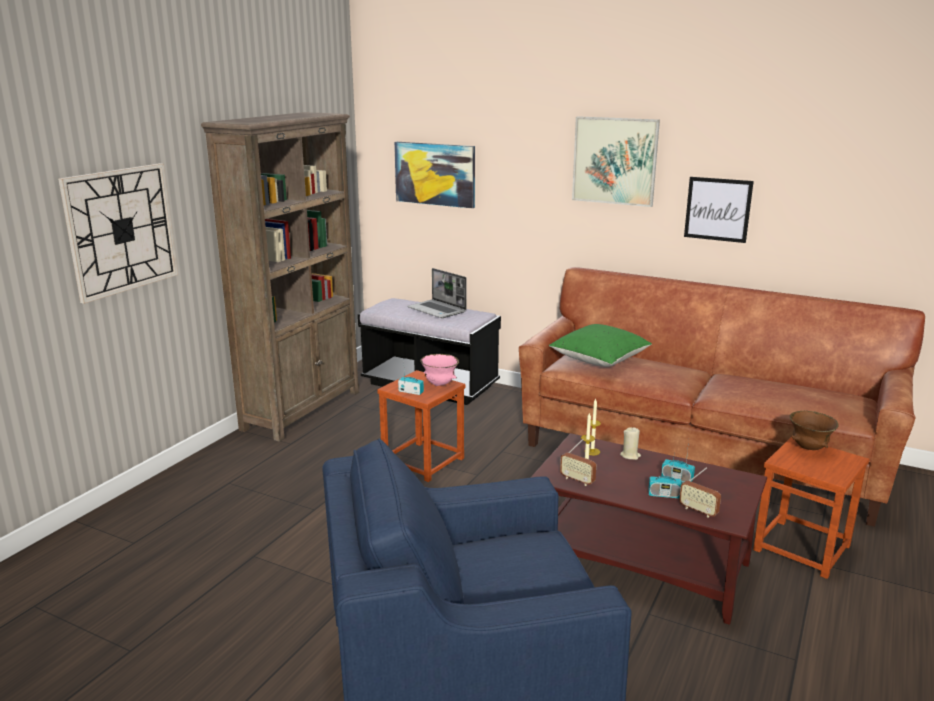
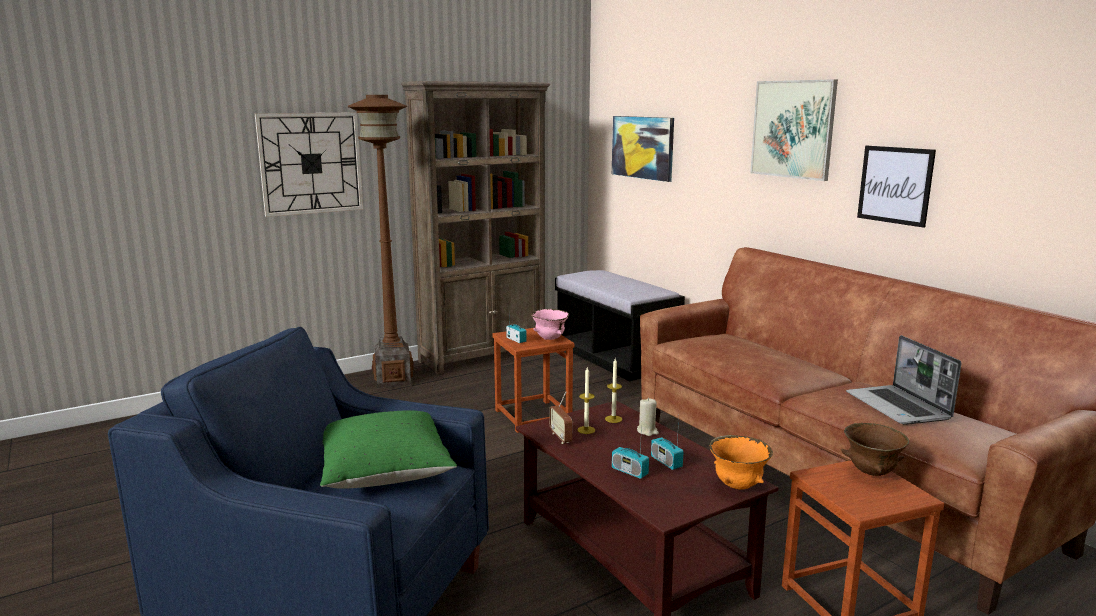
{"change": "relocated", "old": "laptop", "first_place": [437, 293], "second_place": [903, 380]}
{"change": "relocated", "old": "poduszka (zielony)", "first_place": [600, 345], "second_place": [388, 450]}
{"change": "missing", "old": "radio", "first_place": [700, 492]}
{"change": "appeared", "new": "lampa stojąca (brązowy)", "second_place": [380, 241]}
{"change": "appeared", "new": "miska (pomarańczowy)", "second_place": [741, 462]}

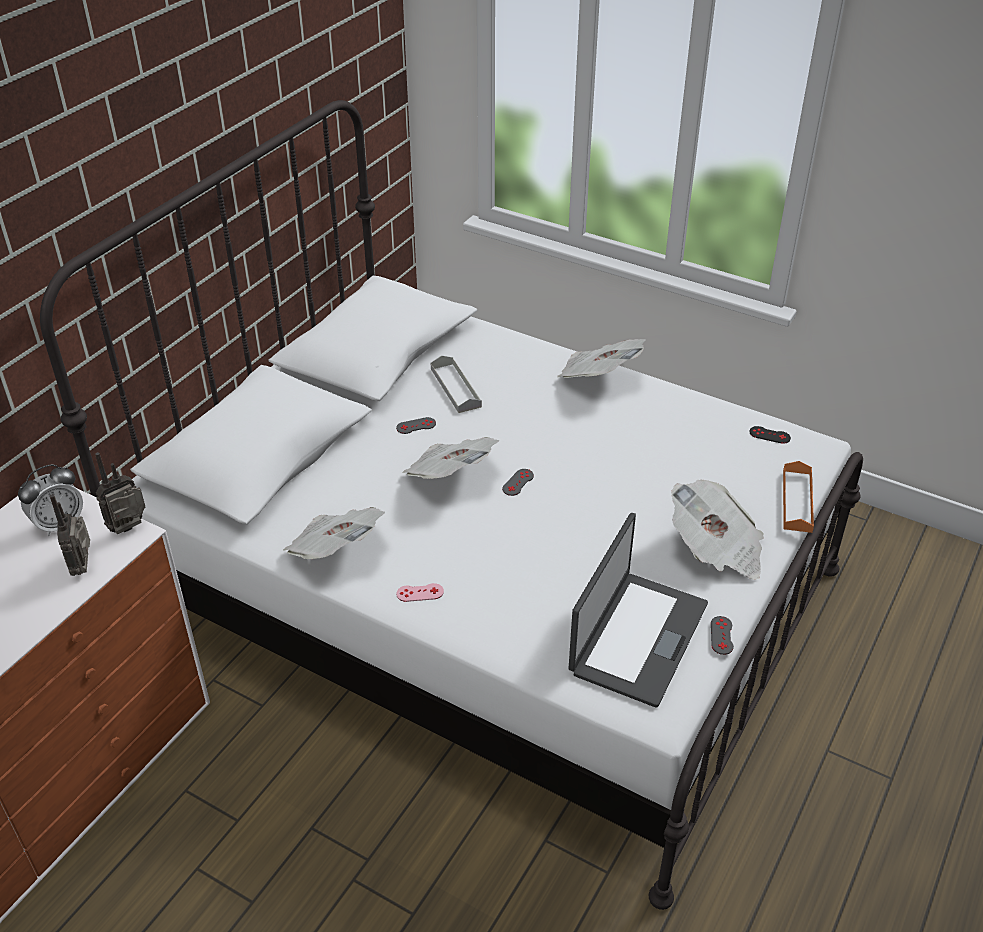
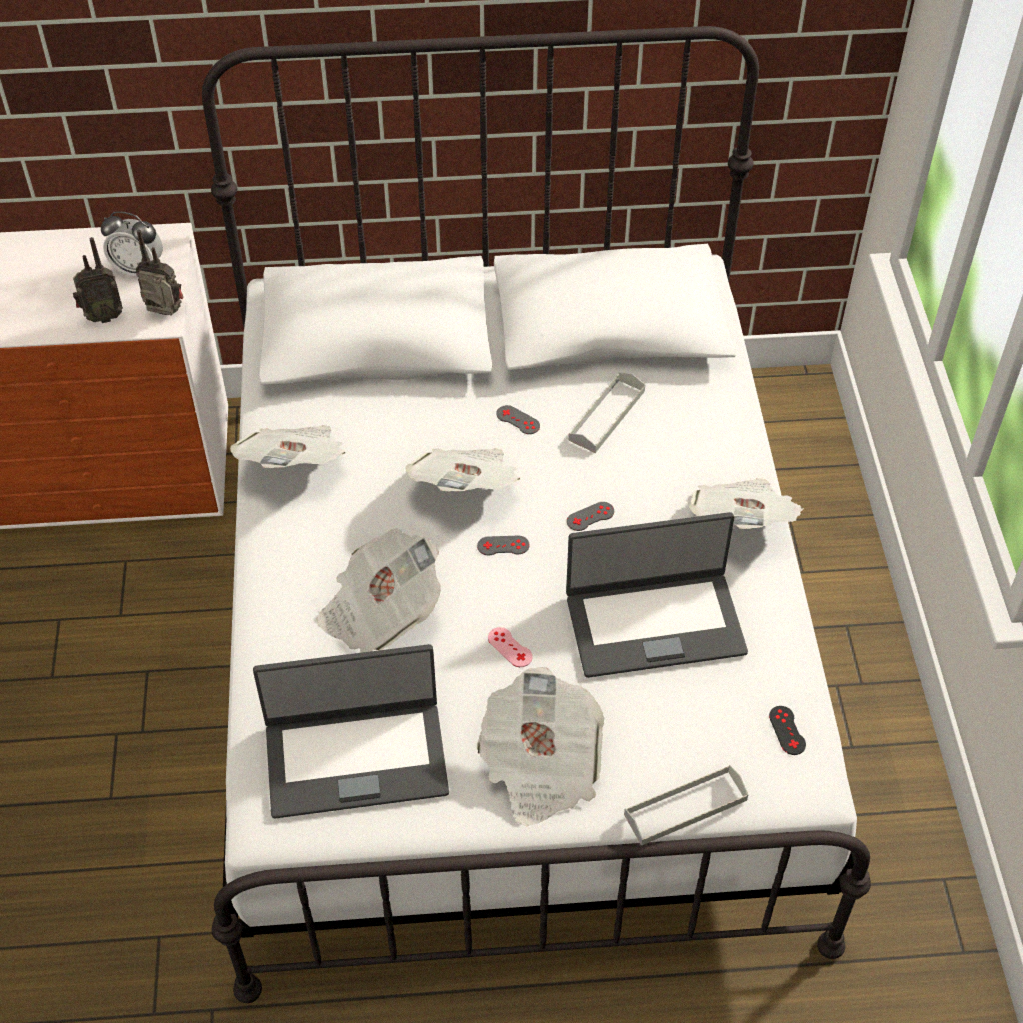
{"change": "colour", "old": "taca (pomarańczowy)", "new": "taca (szary)", "first_place": [798, 497], "second_place": [686, 805]}
{"change": "spun", "old": "radio", "first_place": [70, 535], "second_place": [98, 280], "degrees": -150}
{"change": "relocated", "old": "pad do gier (różowy)", "first_place": [420, 592], "second_place": [510, 647]}
{"change": "relocated", "old": "pad do gier (szary)", "first_place": [722, 635], "second_place": [590, 516]}
{"change": "appeared", "new": "laptop", "second_place": [657, 595]}
{"change": "appeared", "new": "gazeta", "second_place": [379, 590]}

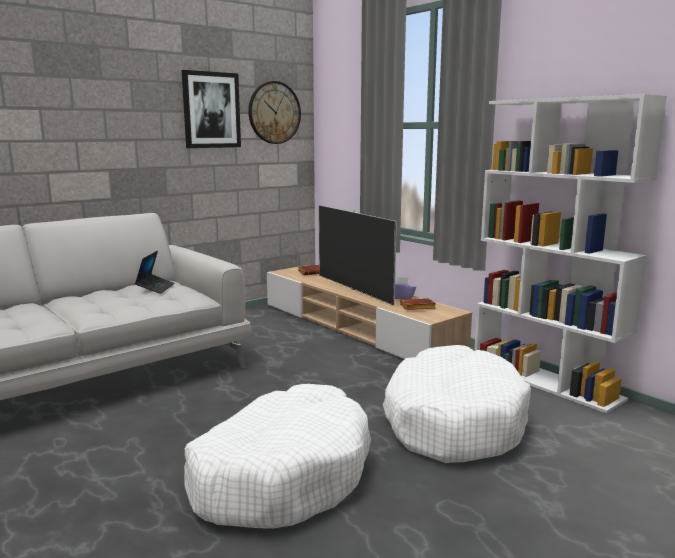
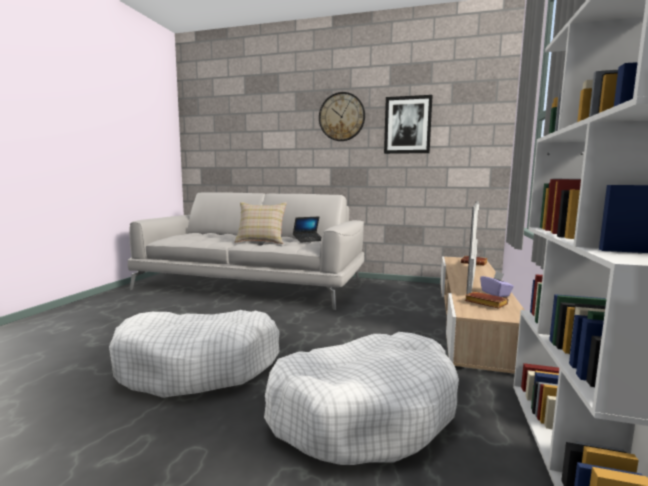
{"change": "relocated", "old": "zegar ścienny", "first_place": [274, 112], "second_place": [342, 116]}
{"change": "appeared", "new": "poduszka (beżowy)", "second_place": [261, 223]}

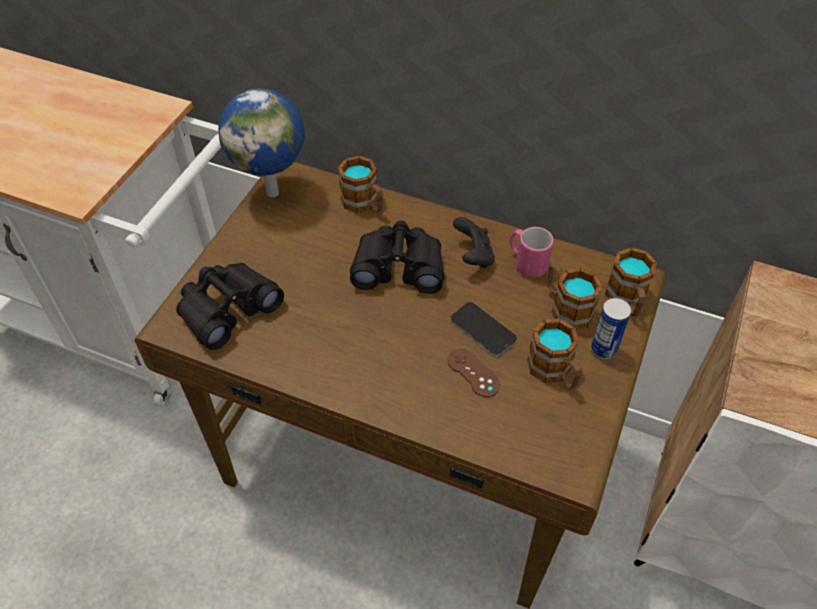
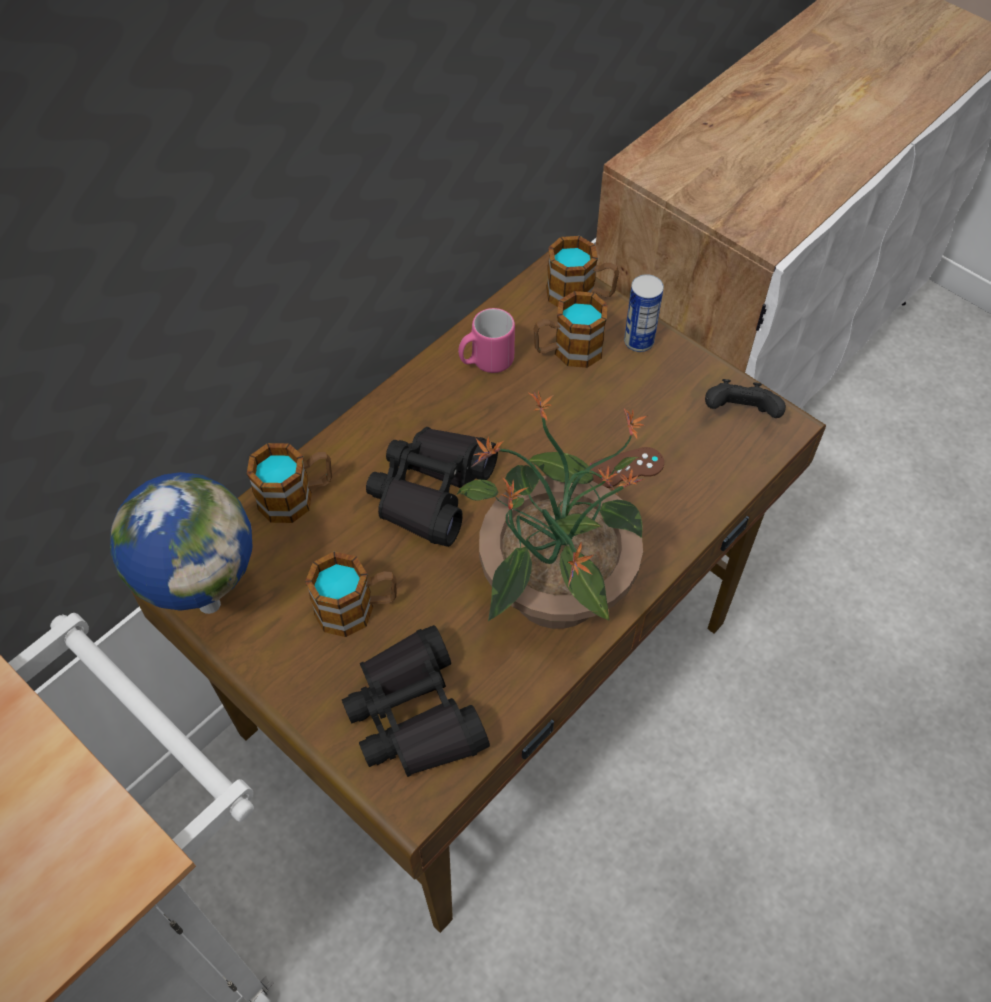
{"change": "relocated", "old": "pad do gier (czarny)", "first_place": [474, 242], "second_place": [745, 398]}
{"change": "missing", "old": "telefon", "first_place": [483, 329]}
{"change": "relocated", "old": "kubek", "first_place": [554, 354], "second_place": [351, 594]}
{"change": "appeared", "new": "roślina doniczkowa", "second_place": [552, 510]}

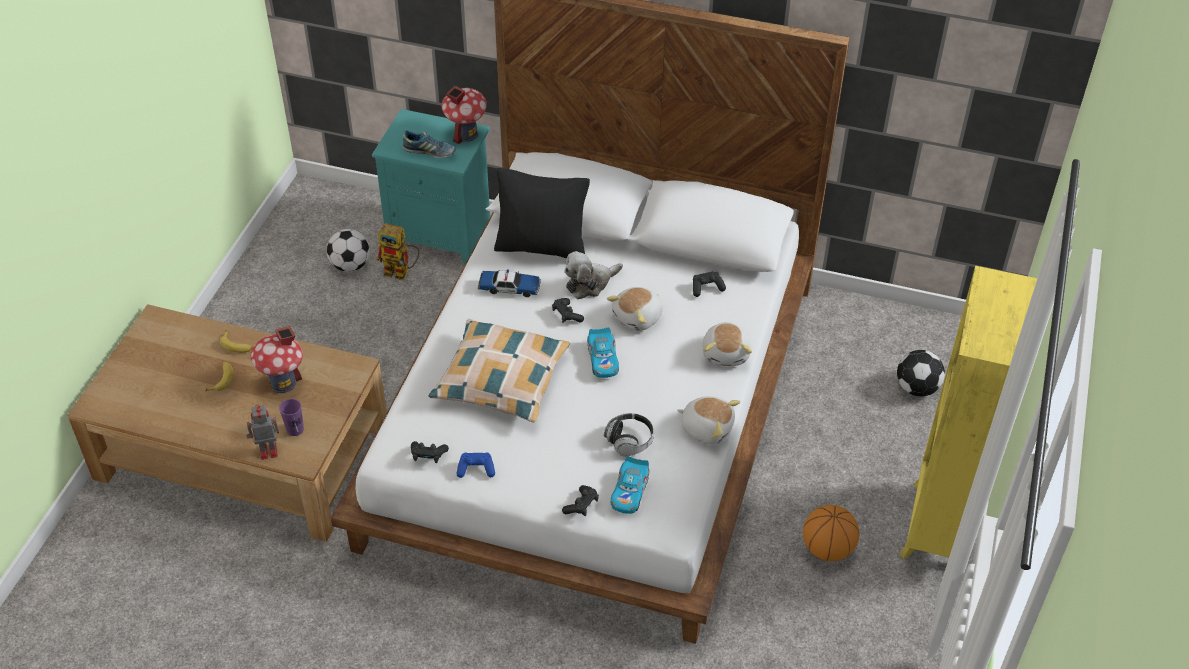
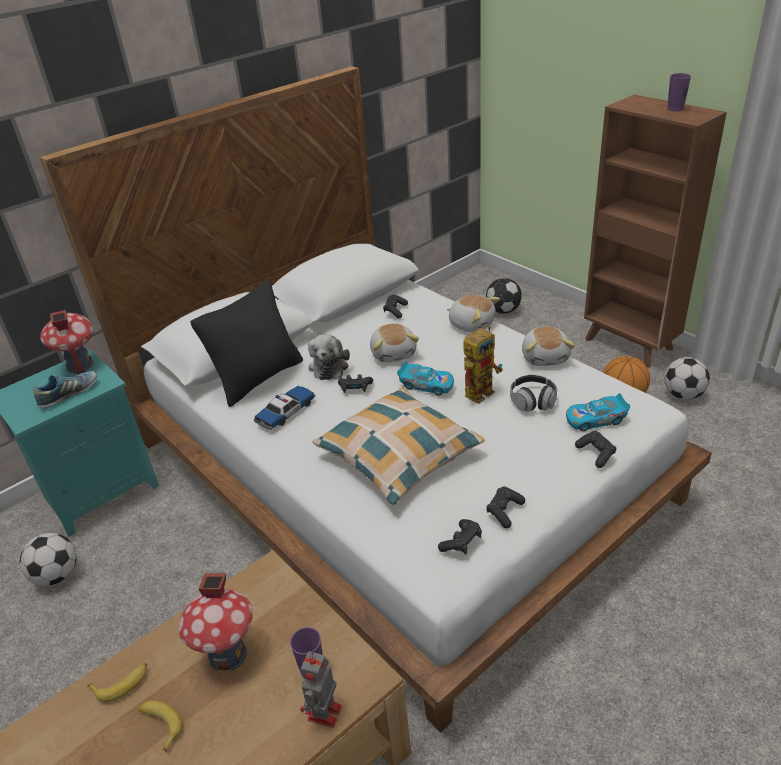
{"change": "relocated", "old": "robot zabawkowy", "first_place": [397, 251], "second_place": [483, 364]}
{"change": "colour", "old": "regał (żółty)", "new": "regał (brązowy)", "first_place": [968, 412], "second_place": [655, 231]}
{"change": "spun", "old": "pluszak", "first_place": [708, 420], "second_place": [548, 346], "degrees": 120}
{"change": "colour", "old": "pad do gier (niebieski)", "new": "pad do gier (czarny)", "first_place": [475, 465], "second_place": [505, 507]}
{"change": "spun", "old": "samochodzik", "first_place": [630, 485], "second_place": [598, 412], "degrees": 120}
{"change": "appeared", "new": "filiżanka (fioletowy)", "second_place": [679, 92]}
{"change": "appeared", "new": "piłka futbolowa", "second_place": [687, 378]}

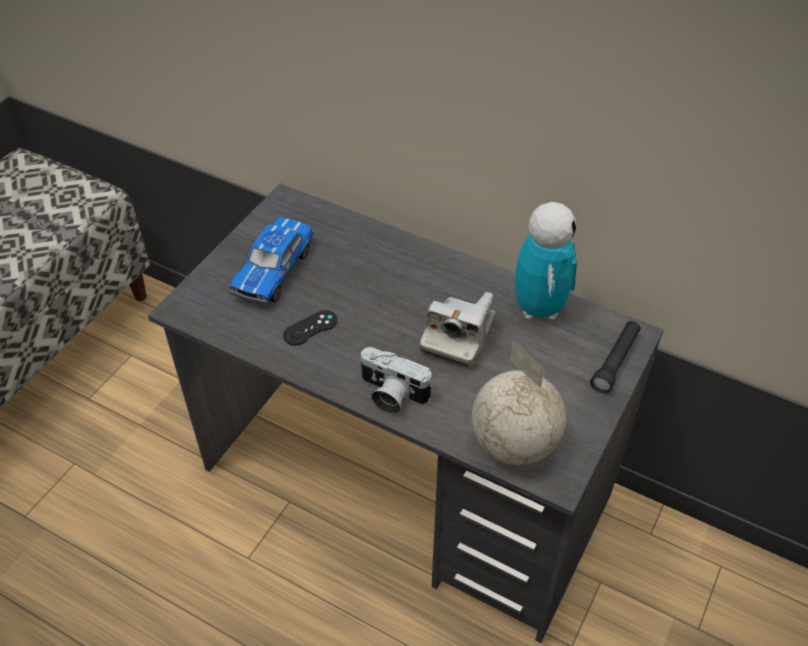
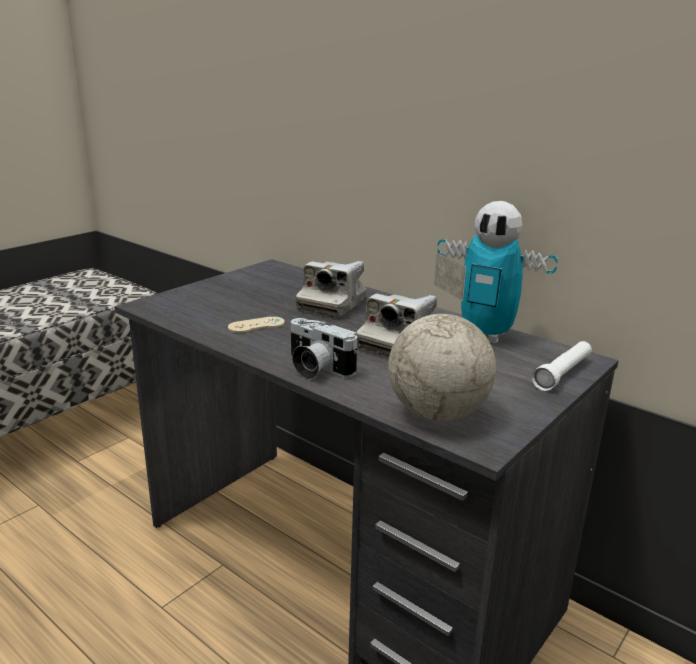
{"change": "spun", "old": "robot zabawkowy", "first_place": [546, 261], "second_place": [498, 272], "degrees": 105}
{"change": "missing", "old": "samochodzik", "first_place": [271, 260]}
{"change": "colour", "old": "pad do gier (czarny)", "new": "pad do gier (beżowy)", "first_place": [310, 327], "second_place": [256, 324]}
{"change": "colour", "old": "latarka (czarny)", "new": "latarka (biały)", "first_place": [615, 357], "second_place": [562, 366]}
{"change": "appeared", "new": "aparat fotograficzny", "second_place": [331, 289]}

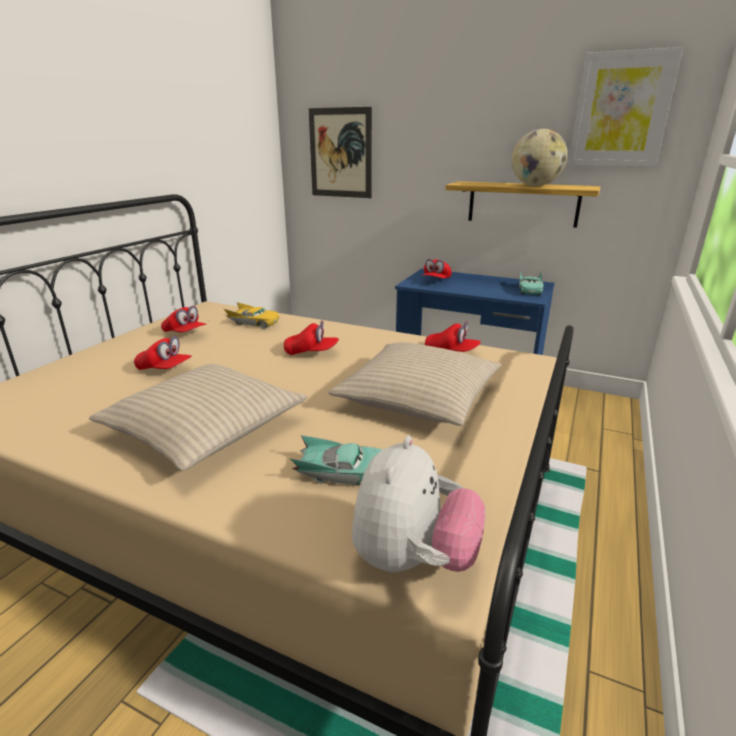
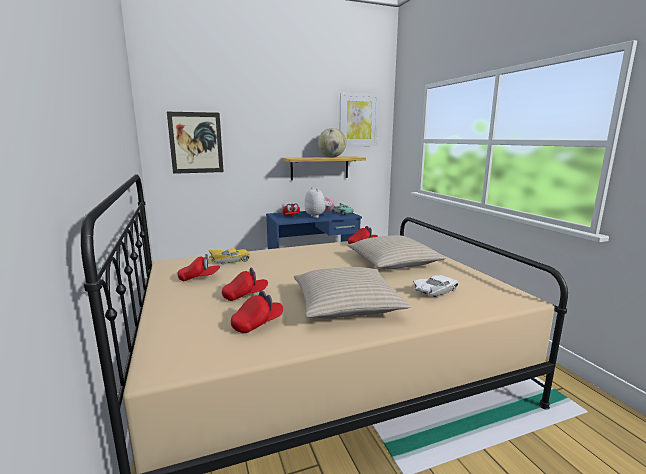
{"change": "relocated", "old": "czapka z daszkiem (czerwony)", "first_place": [311, 338], "second_place": [257, 311]}
{"change": "colour", "old": "samochodzik (turkusowy)", "new": "samochodzik (biały)", "first_place": [336, 460], "second_place": [435, 286]}
{"change": "relocated", "old": "pluszak", "first_place": [418, 504], "second_place": [319, 202]}

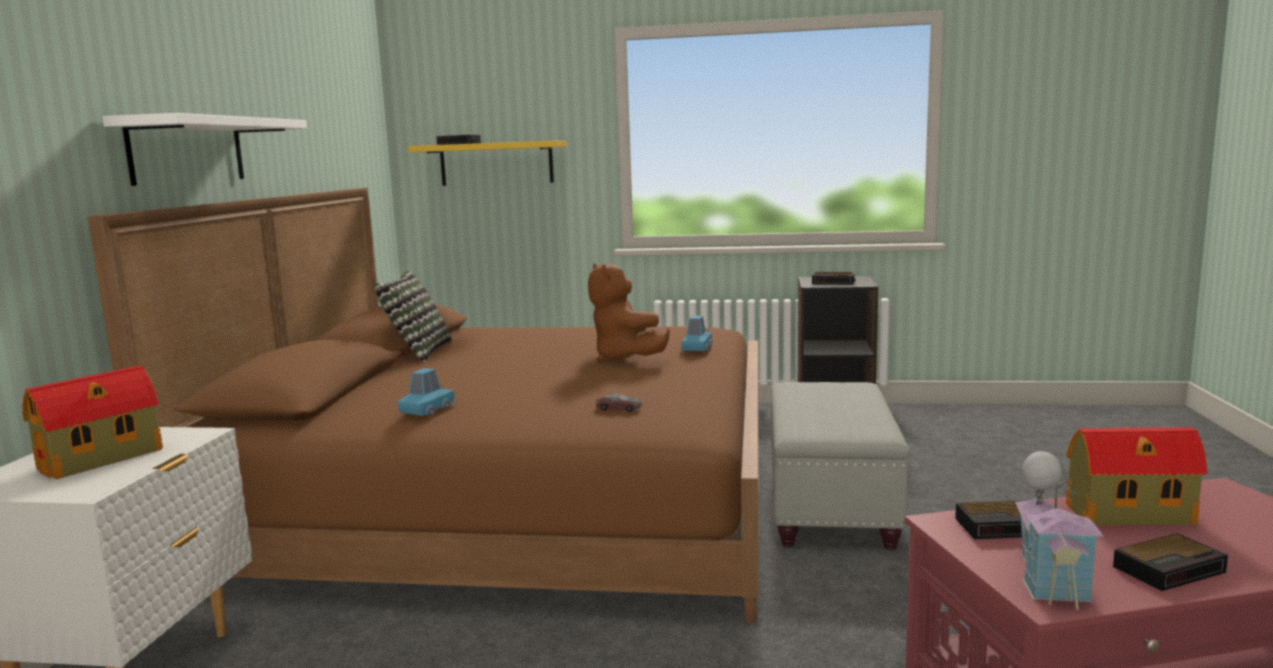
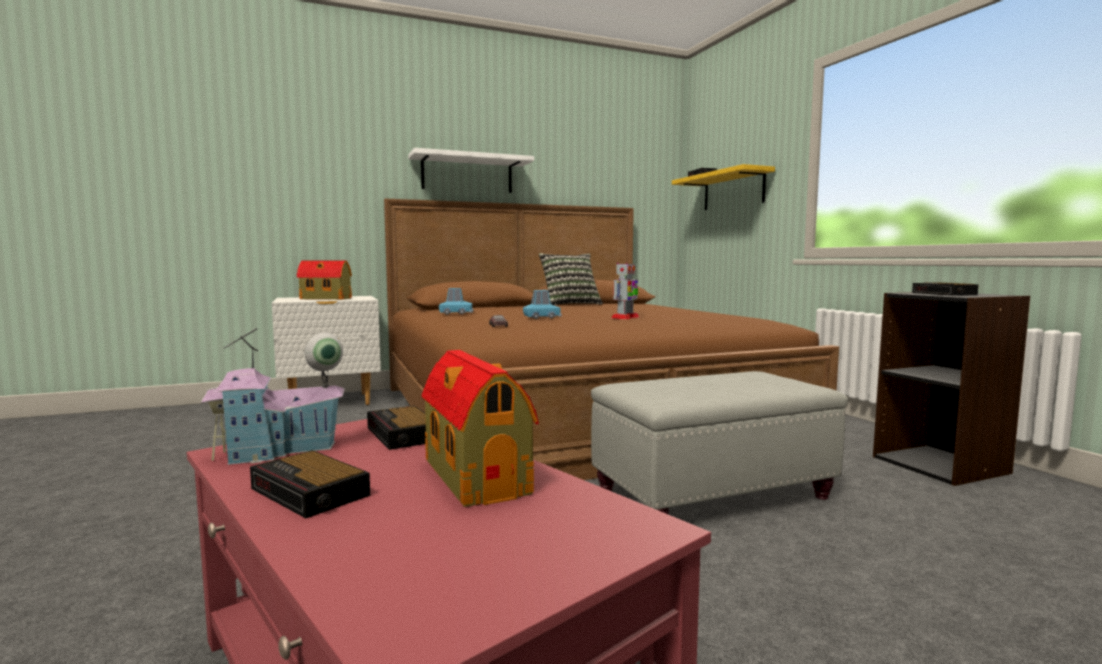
{"change": "exchanged", "old": "pluszak (brązowy)", "new": "robot zabawkowy", "first_place": [629, 313], "second_place": [625, 290]}
{"change": "relocated", "old": "samochodzik (niebieski)", "first_place": [697, 334], "second_place": [542, 304]}

